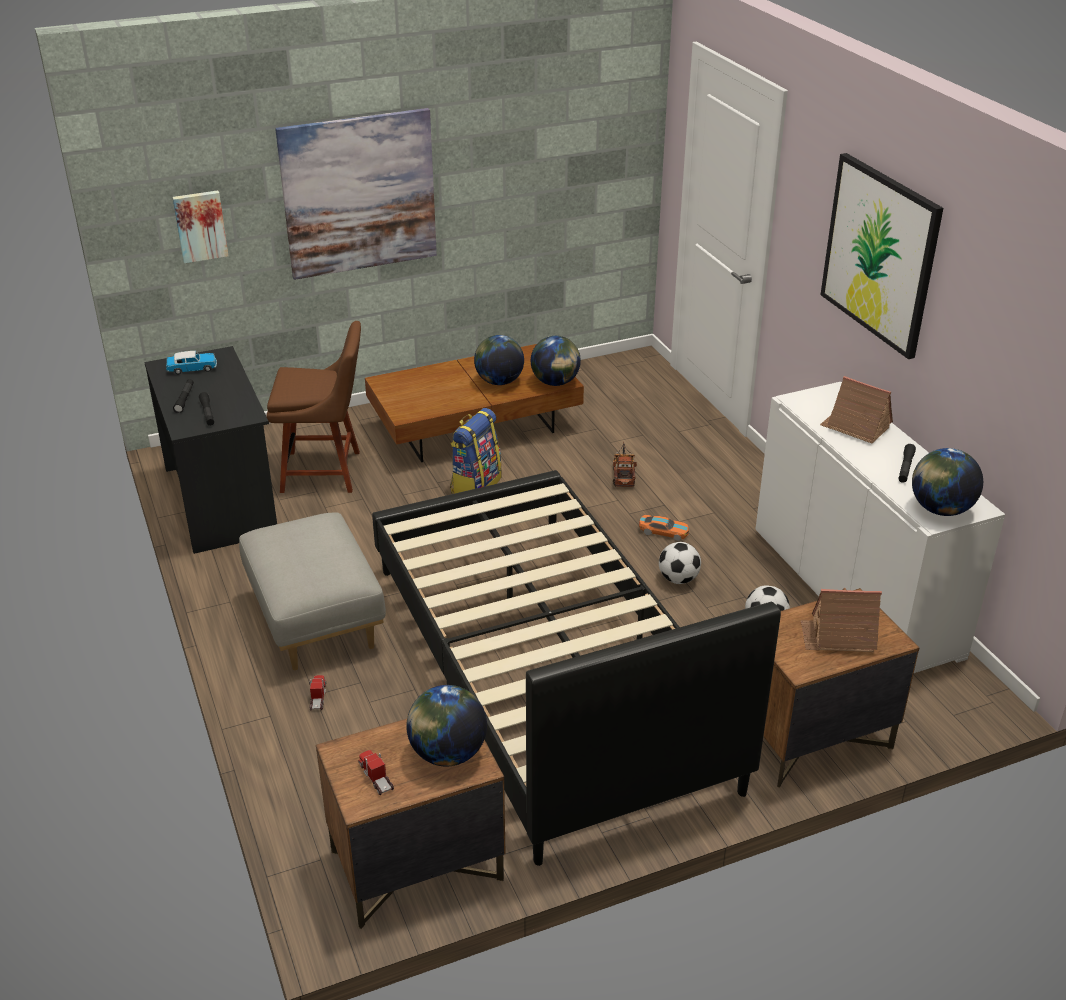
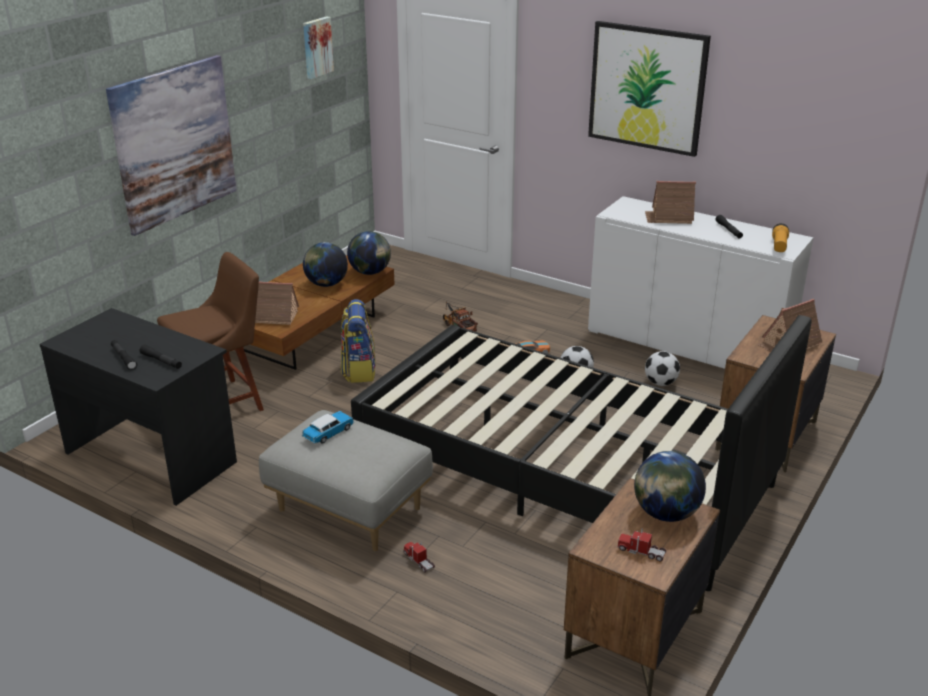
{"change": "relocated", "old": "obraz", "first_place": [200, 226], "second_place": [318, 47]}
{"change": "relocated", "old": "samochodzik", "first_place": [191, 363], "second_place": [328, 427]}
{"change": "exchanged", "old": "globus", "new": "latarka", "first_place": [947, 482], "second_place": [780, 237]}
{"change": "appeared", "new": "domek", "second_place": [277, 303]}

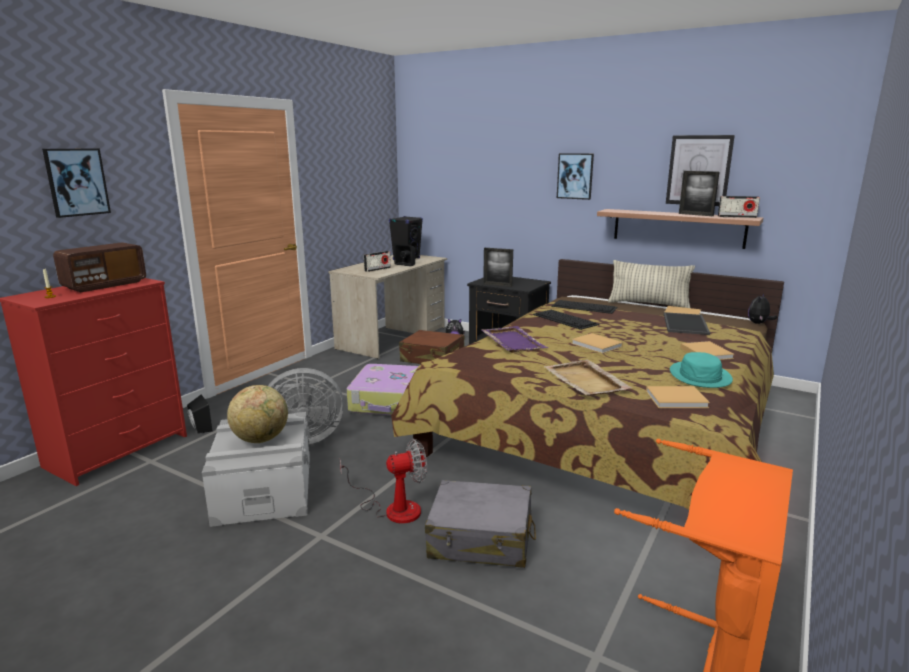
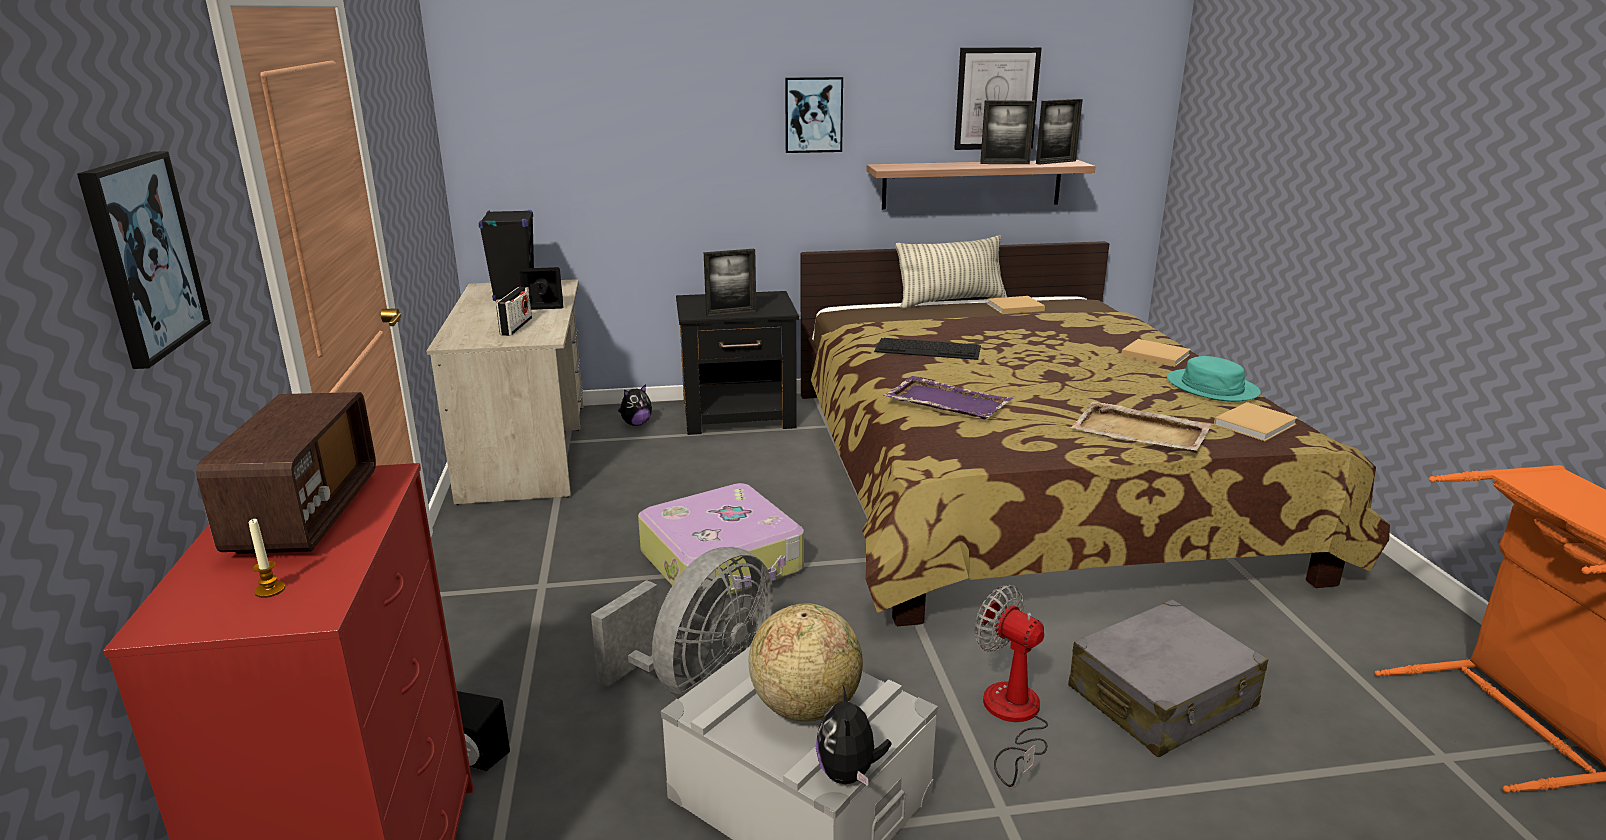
{"change": "exchanged", "old": "radio", "new": "ramka na zdjęcie", "first_place": [739, 207], "second_place": [1059, 132]}
{"change": "relocated", "old": "pluszak", "first_place": [762, 308], "second_place": [853, 736]}
{"change": "missing", "old": "klawiatura", "first_place": [584, 307]}
{"change": "missing", "old": "taca", "first_place": [687, 323]}
{"change": "missing", "old": "walizka (brązowy)", "first_place": [432, 347]}
{"change": "missing", "old": "książka (beżowy)", "first_place": [597, 343]}
{"change": "spun", "old": "wentylator", "first_place": [383, 481], "second_place": [1011, 686], "degrees": -75}

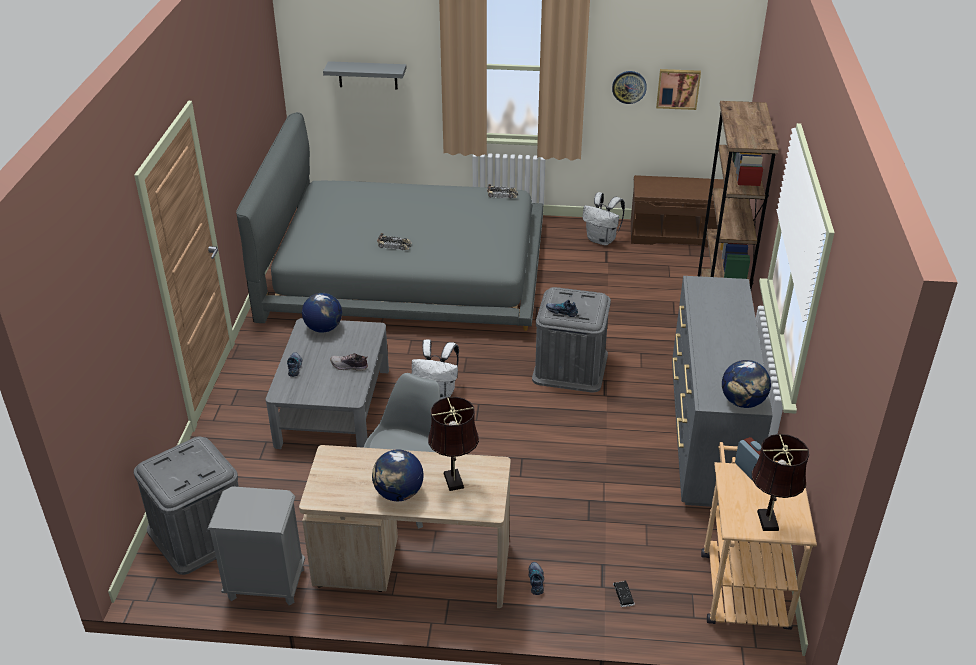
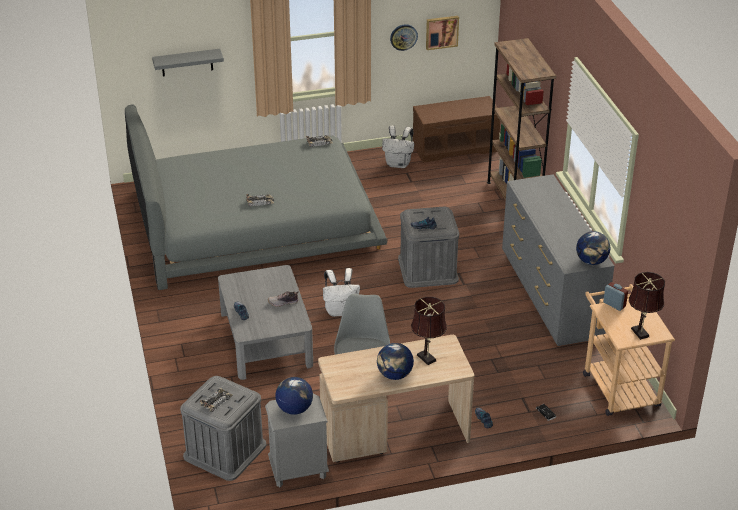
{"change": "relocated", "old": "globus", "first_place": [322, 313], "second_place": [294, 396]}
{"change": "appeared", "new": "samochodzik", "second_place": [216, 400]}

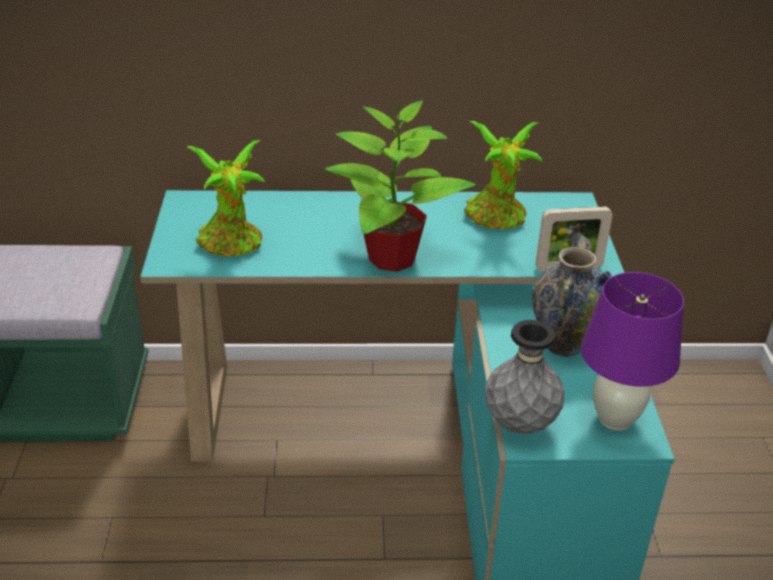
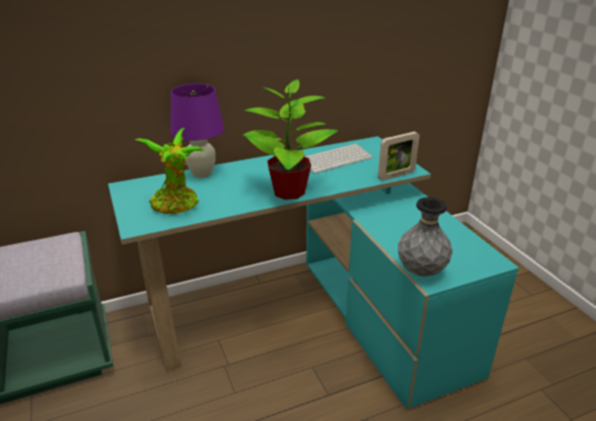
{"change": "exchanged", "old": "roślina doniczkowa", "new": "klawiatura", "first_place": [503, 175], "second_place": [339, 158]}
{"change": "missing", "old": "wazon", "first_place": [572, 299]}
{"change": "relocated", "old": "lampa stołowa (fioletowy)", "first_place": [632, 351], "second_place": [197, 131]}

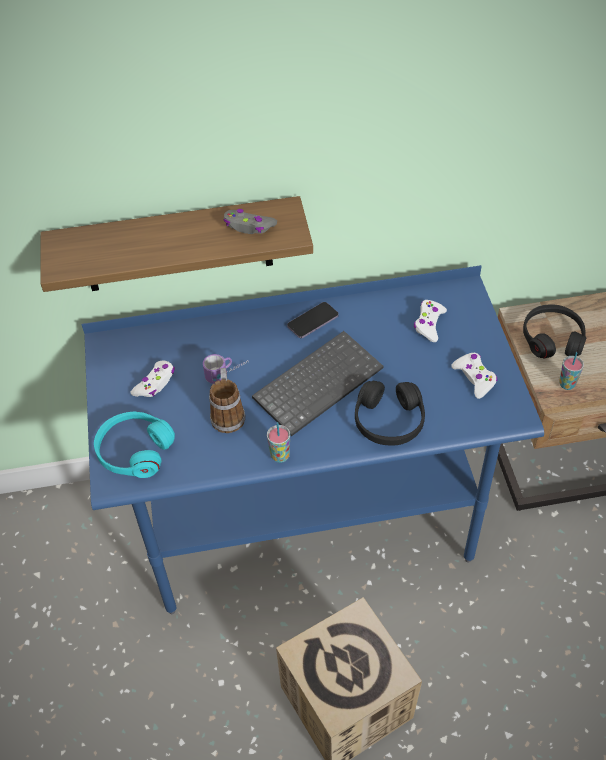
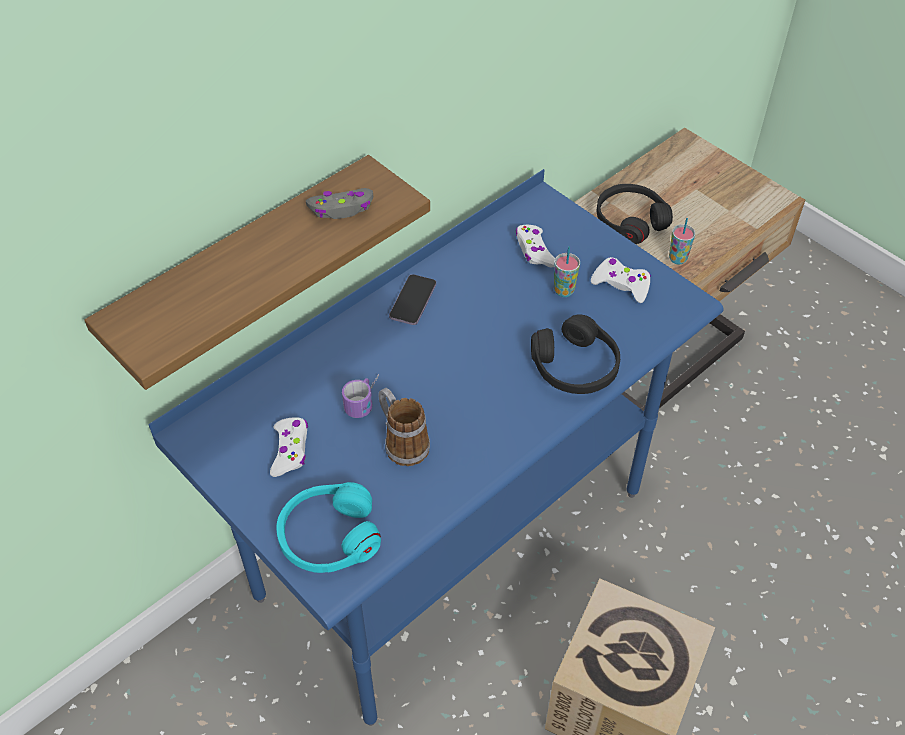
{"change": "missing", "old": "klawiatura", "first_place": [318, 384]}
{"change": "relocated", "old": "filiżanka", "first_place": [278, 442], "second_place": [567, 271]}

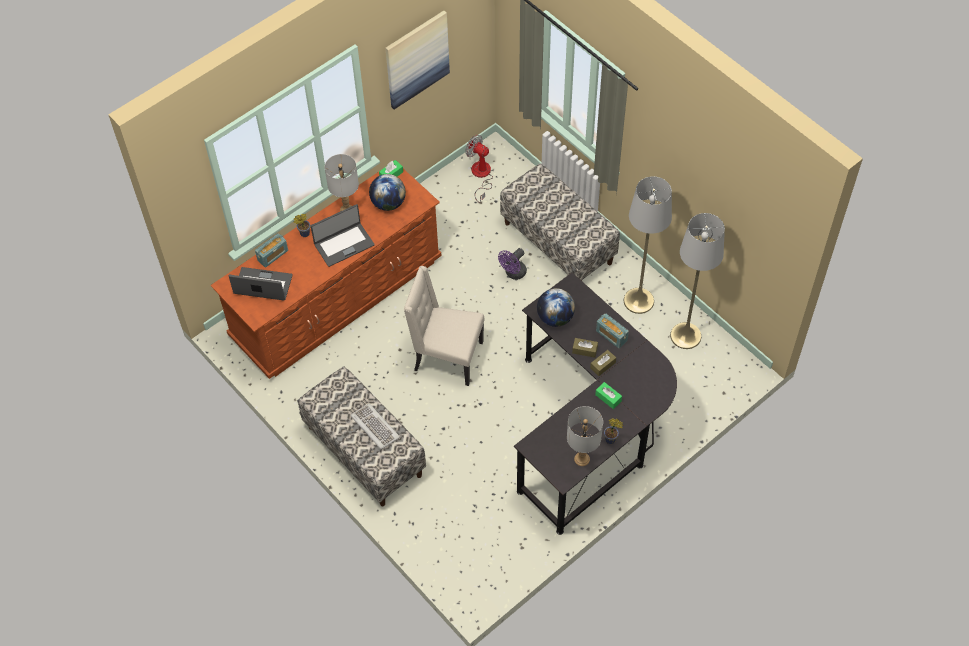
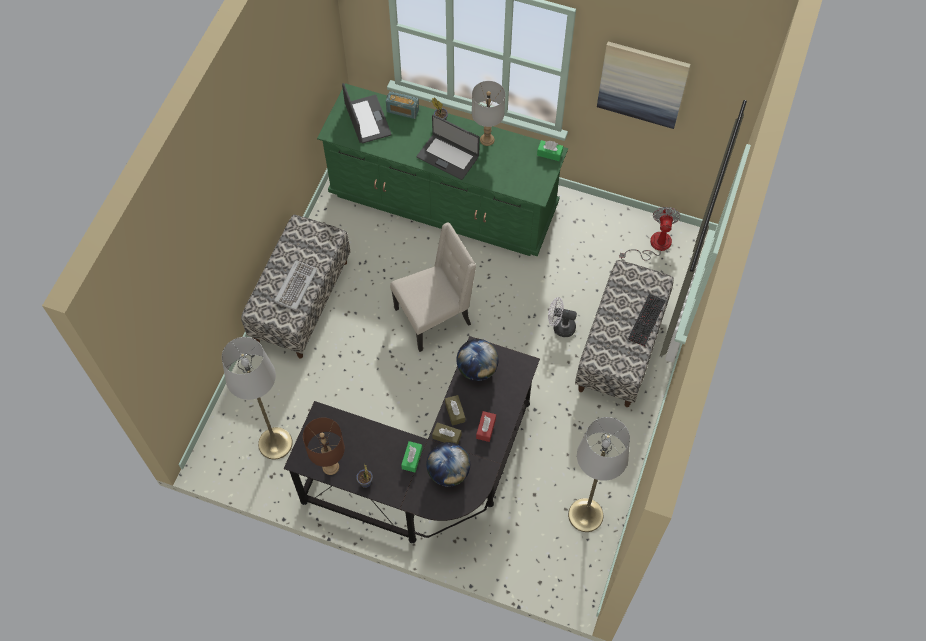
{"change": "colour", "old": "komoda (brązowy)", "new": "komoda (zielony)", "first_place": [326, 274], "second_place": [442, 170]}
{"change": "relocated", "old": "globus", "first_place": [387, 192], "second_place": [448, 464]}
{"change": "relocated", "old": "lampa stojąca (szary)", "first_place": [648, 245], "second_place": [257, 398]}
{"change": "colour", "old": "wentylator (fioletowy)", "new": "wentylator (biały)", "first_place": [512, 264], "second_place": [562, 317]}
{"change": "spun", "old": "krzesło (beżowy)", "first_place": [444, 326], "second_place": [433, 287], "degrees": 75}
{"change": "exchanged", "old": "radio", "new": "pudełko chusteczek (czerwony)", "first_place": [612, 330], "second_place": [486, 426]}
{"change": "colour", "old": "lampa stołowa (szary)", "new": "lampa stołowa (brązowy)", "first_place": [585, 436], "second_place": [324, 446]}
{"change": "appeared", "new": "klawiatura", "second_place": [647, 320]}

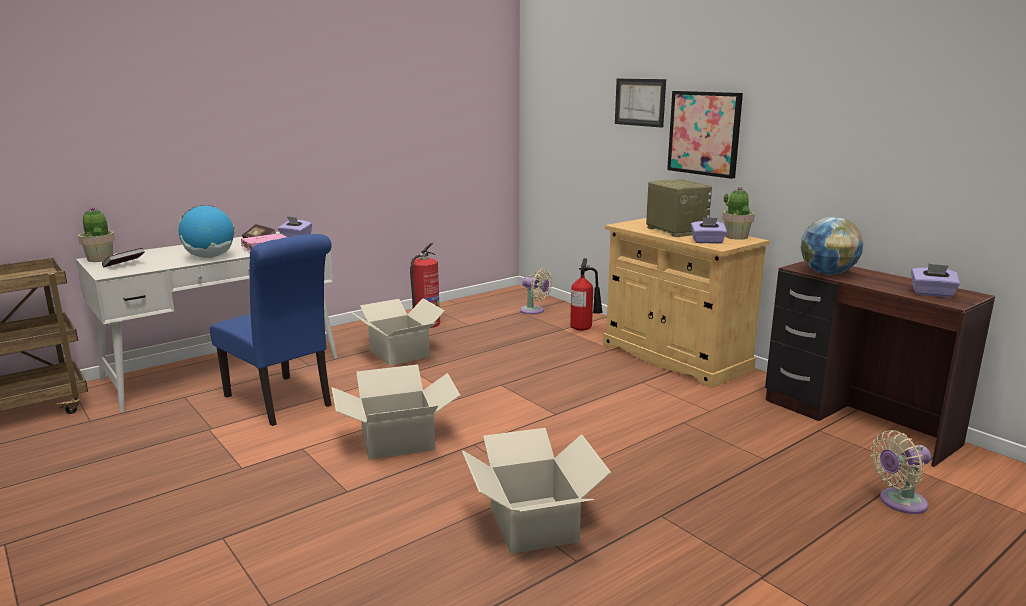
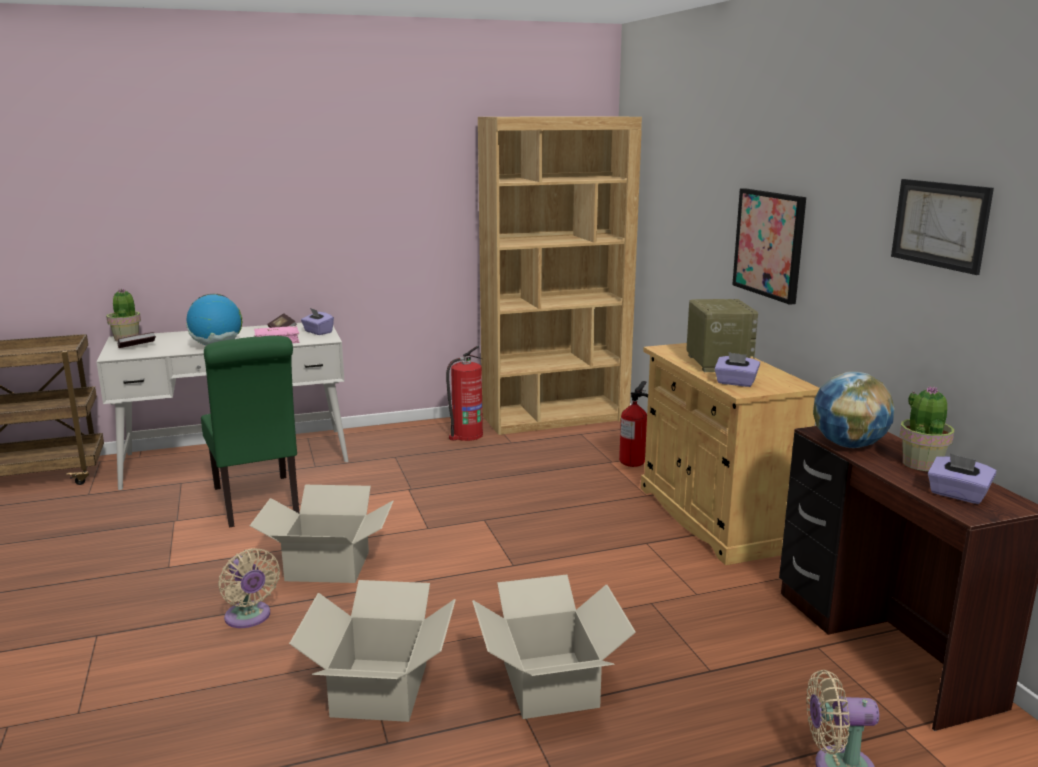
{"change": "relocated", "old": "obraz", "first_place": [640, 103], "second_place": [942, 227]}
{"change": "relocated", "old": "roślina doniczkowa", "first_place": [738, 213], "second_place": [926, 428]}
{"change": "colour", "old": "krzesło (niebieski)", "new": "krzesło (zielony)", "first_place": [271, 330], "second_place": [250, 431]}
{"change": "relocated", "old": "wentylator (beżowy)", "first_place": [536, 291], "second_place": [249, 588]}
{"change": "relocated", "old": "karton", "first_place": [397, 332], "second_place": [554, 647]}
{"change": "appeared", "new": "regał (brązowy)", "second_place": [560, 275]}

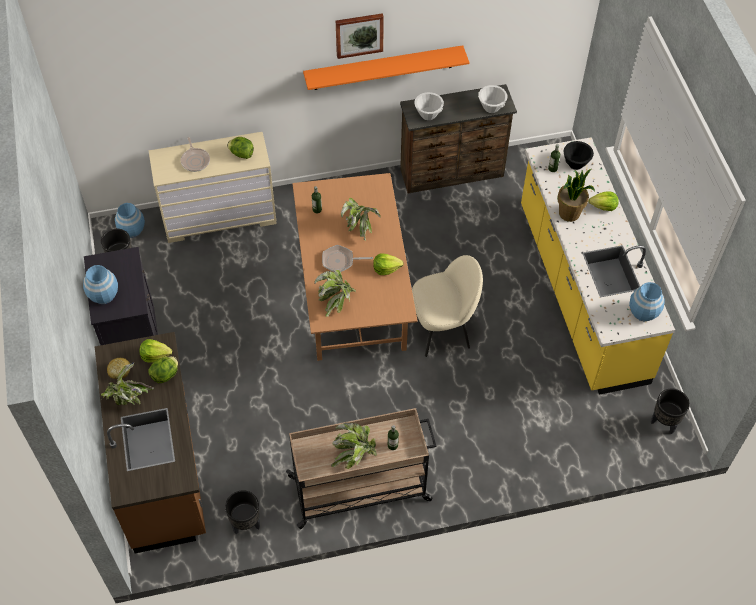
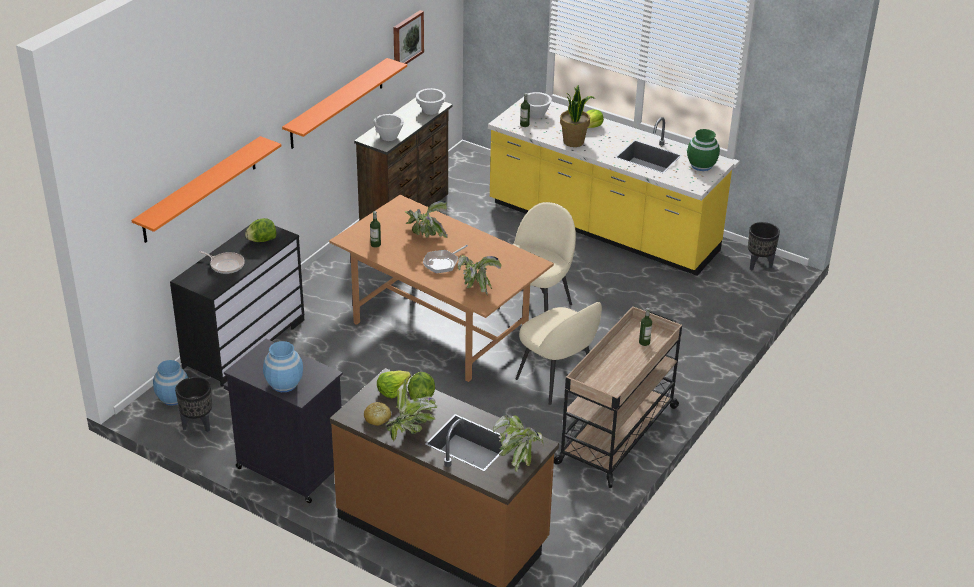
{"change": "relocated", "old": "obraz", "first_place": [360, 36], "second_place": [408, 37]}
{"change": "colour", "old": "komoda (beżowy)", "new": "komoda (czarny)", "first_place": [212, 187], "second_place": [237, 303]}
{"change": "colour", "old": "miska (czarny)", "new": "miska (biały)", "first_place": [578, 155], "second_place": [537, 105]}
{"change": "missing", "old": "sałata", "first_place": [388, 264]}
{"change": "colour", "old": "wazon (niebieski)", "new": "wazon (zielony)", "first_place": [647, 301], "second_place": [703, 150]}
{"change": "relocated", "old": "roślina doniczkowa", "first_place": [354, 446], "second_place": [518, 443]}
{"change": "missing", "old": "donica (czarny)", "first_place": [242, 512]}
{"change": "appeared", "new": "półka (pomarańczowy)", "second_place": [206, 189]}
{"change": "appeared", "new": "krzesło (beżowy)", "second_place": [559, 353]}

